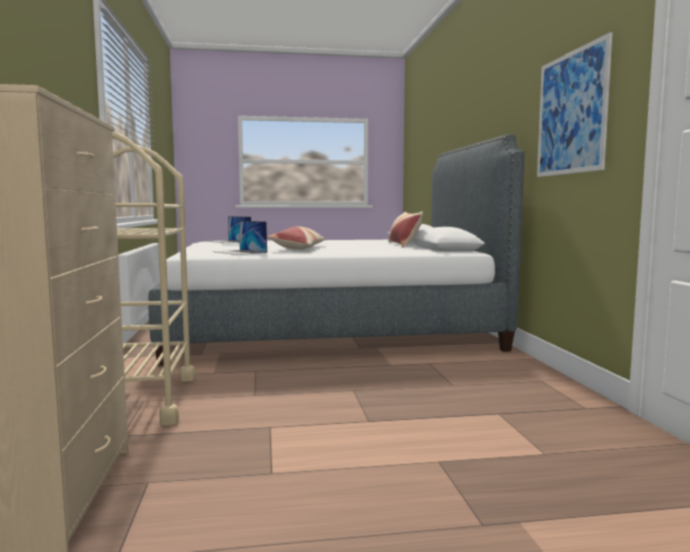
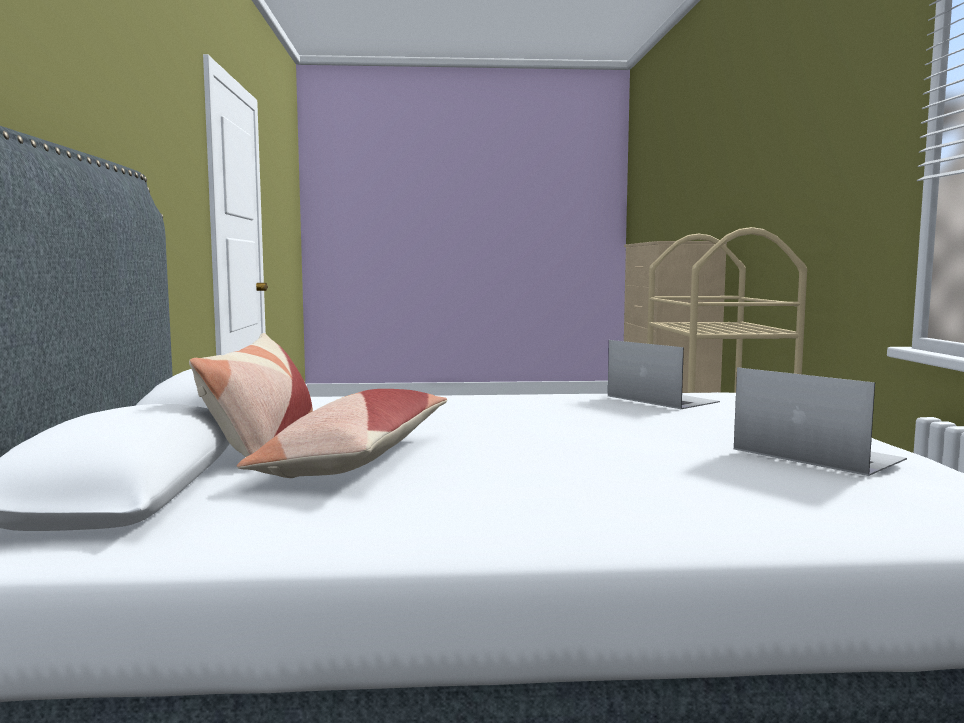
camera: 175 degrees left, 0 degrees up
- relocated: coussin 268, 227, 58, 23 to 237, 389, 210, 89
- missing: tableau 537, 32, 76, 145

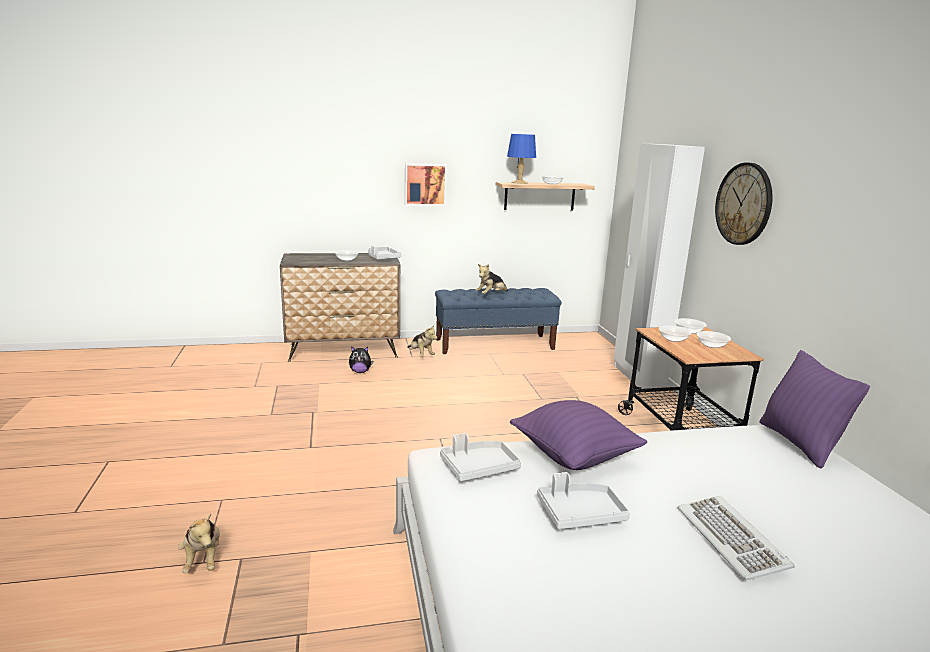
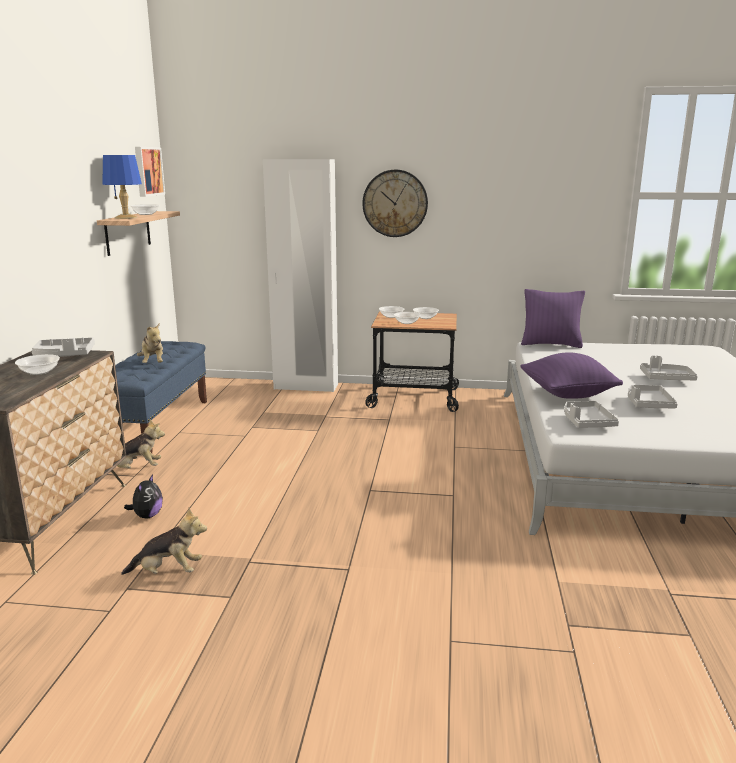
camera: 70 degrees left, 0 degrees up
- relocated: peluche 178, 513, 42, 60 to 121, 508, 86, 67
- relocated: tableau 405, 163, 42, 43 to 135, 147, 30, 50
- exchanged: clavier 678, 496, 116, 84 to plateau (gris) 640, 355, 58, 25

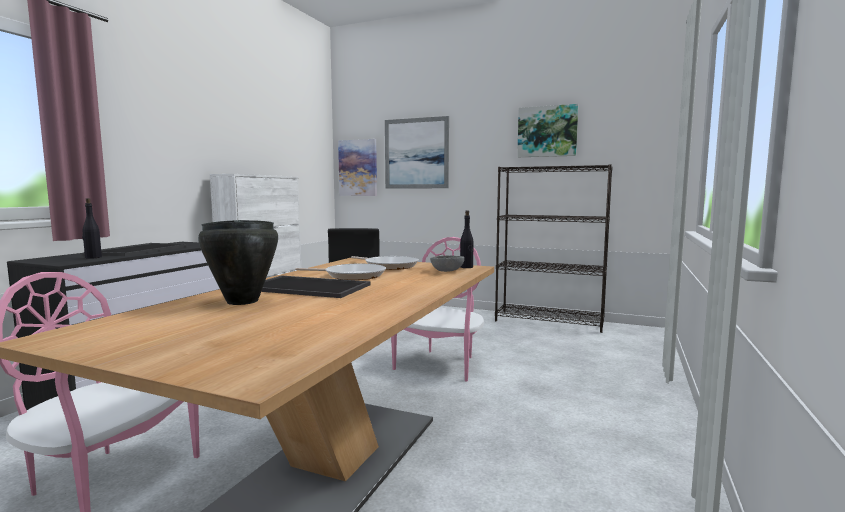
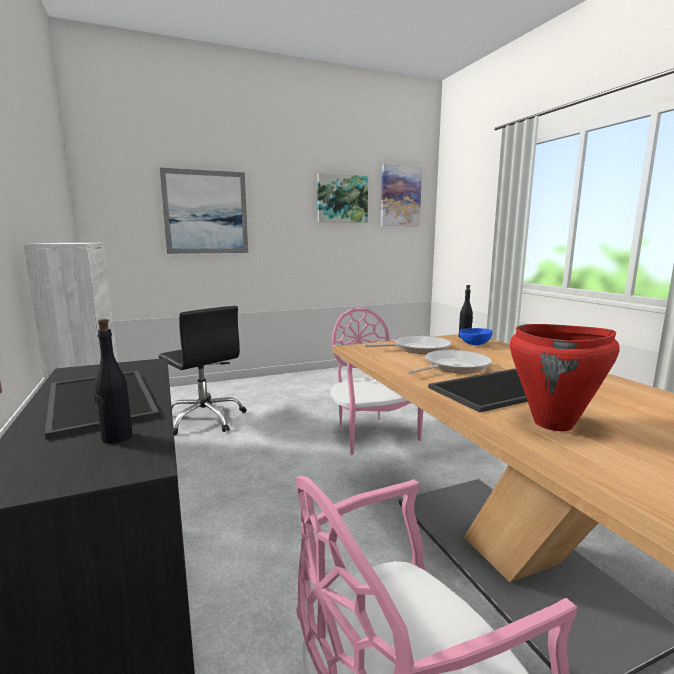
camera: 45 degrees left, 5 degrees up
- colour: marmite (noir) 198, 220, 80, 85 to marmite (rouge) 510, 324, 109, 107
- relocated: tableau 338, 139, 39, 57 to 381, 164, 41, 62
- colour: bol (gris) 430, 255, 35, 17 to bol (bleu) 459, 328, 34, 17
- missing: bibliothèque (noir) 495, 164, 117, 169

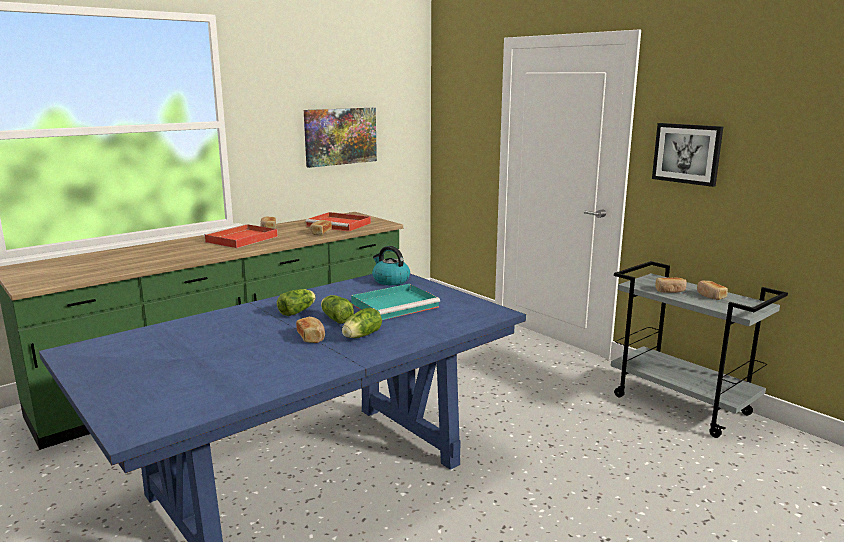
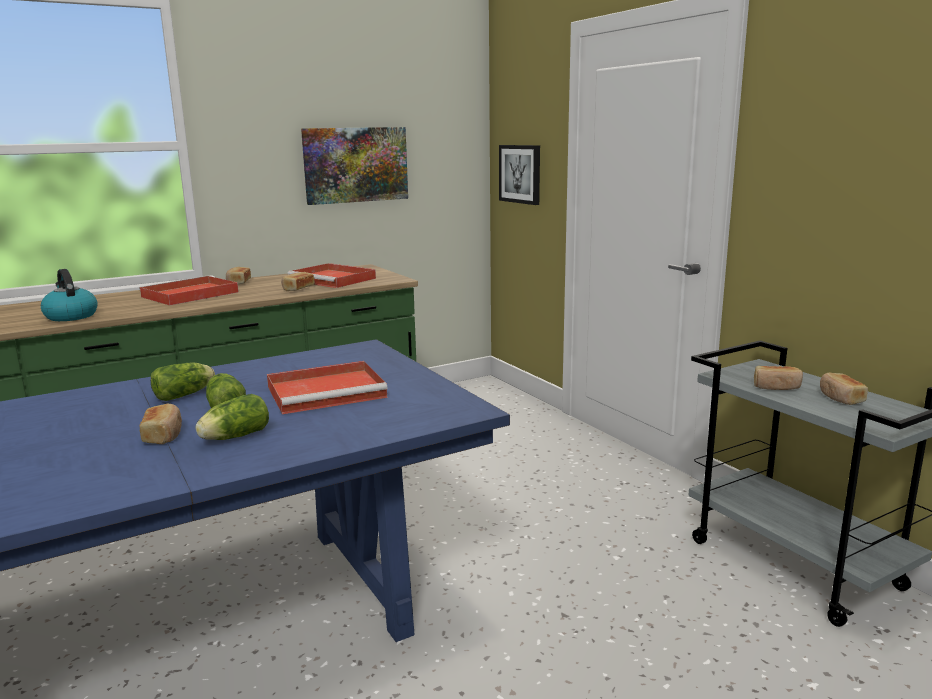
camera: 10 degrees right, 0 degrees up
- colour: plateau (turquoise) 351, 284, 89, 36 to plateau (rouge) 267, 361, 121, 53
- relocated: bouilloire 372, 246, 38, 39 to 41, 269, 57, 52
- relocated: tableau 652, 123, 71, 64 to 499, 145, 41, 60

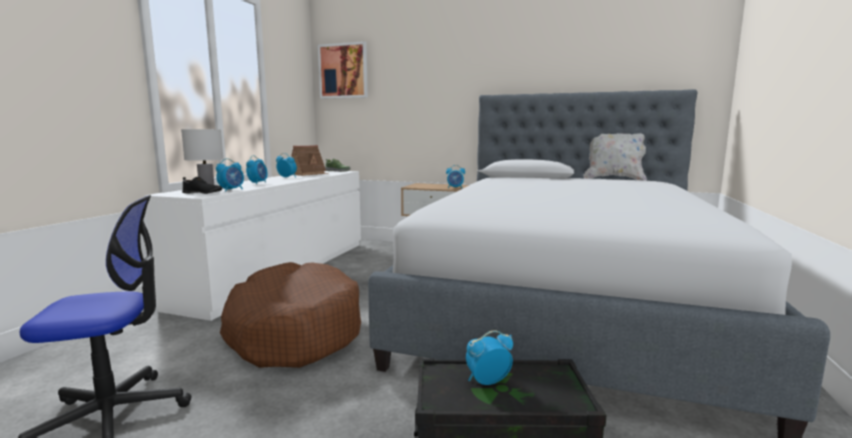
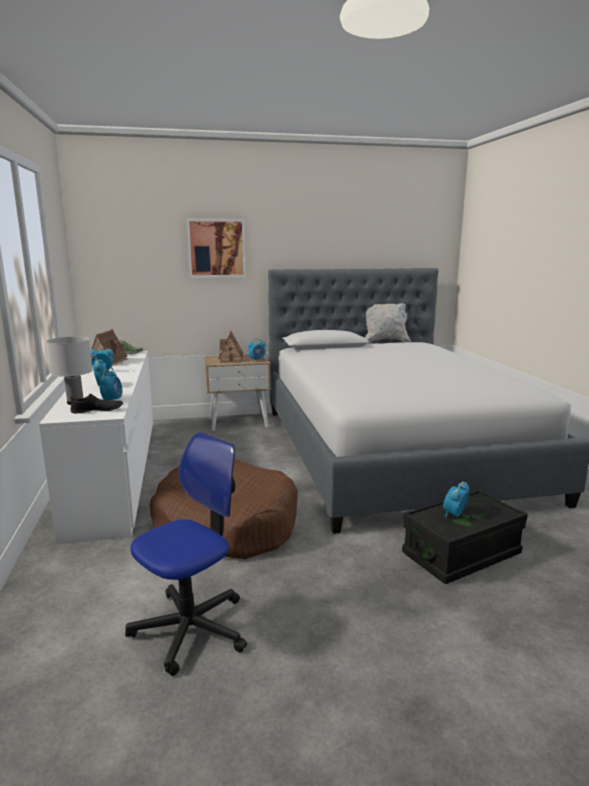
camera: 30 degrees left, 5 degrees up
- relocated: tableau 318, 41, 50, 58 to 187, 219, 59, 59
- appeared: maison miniature 218, 330, 25, 33

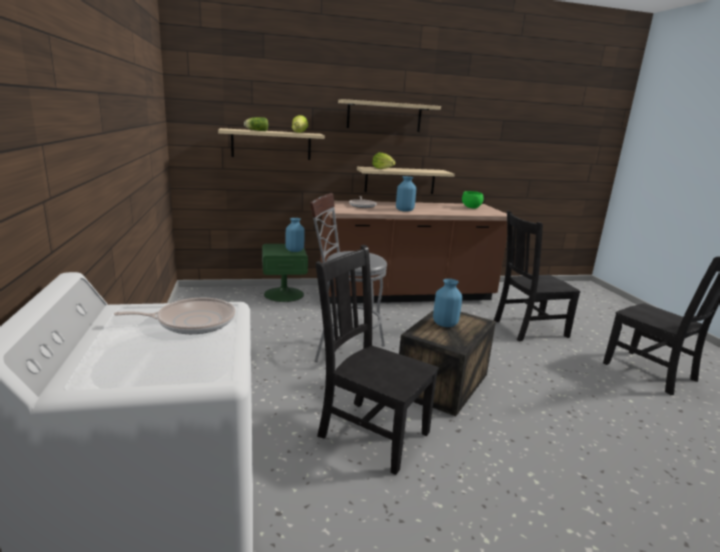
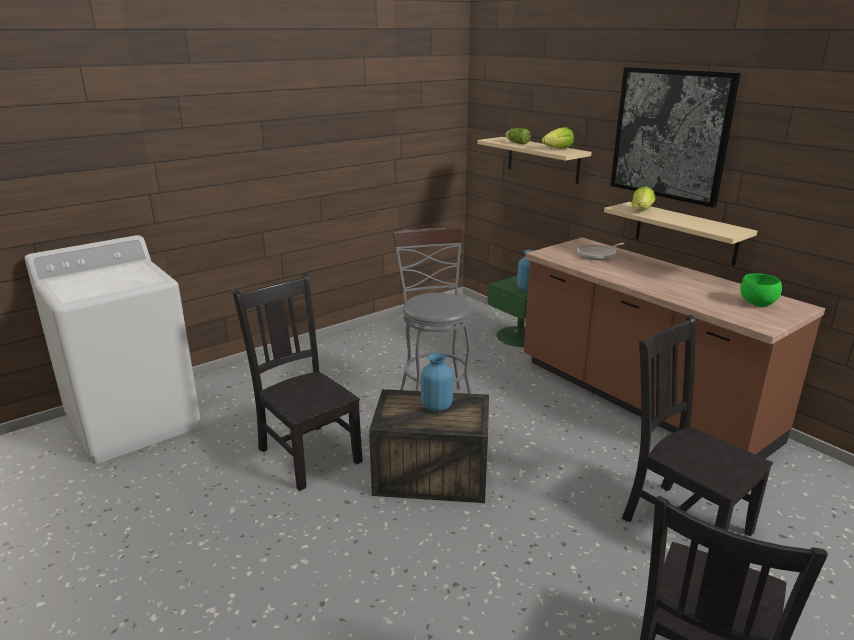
camera: 65 degrees right, 5 degrees up
- missing: poêle 114, 298, 122, 36
- spun: chaise (noir) 315, 245, 124, 230 = 233, 273, 130, 218 45 degrees counterclockwise
- exchanged: étagère (beige) 338, 99, 103, 33 to tableau 610, 67, 131, 141
- missing: vase (bleu) 396, 176, 20, 36

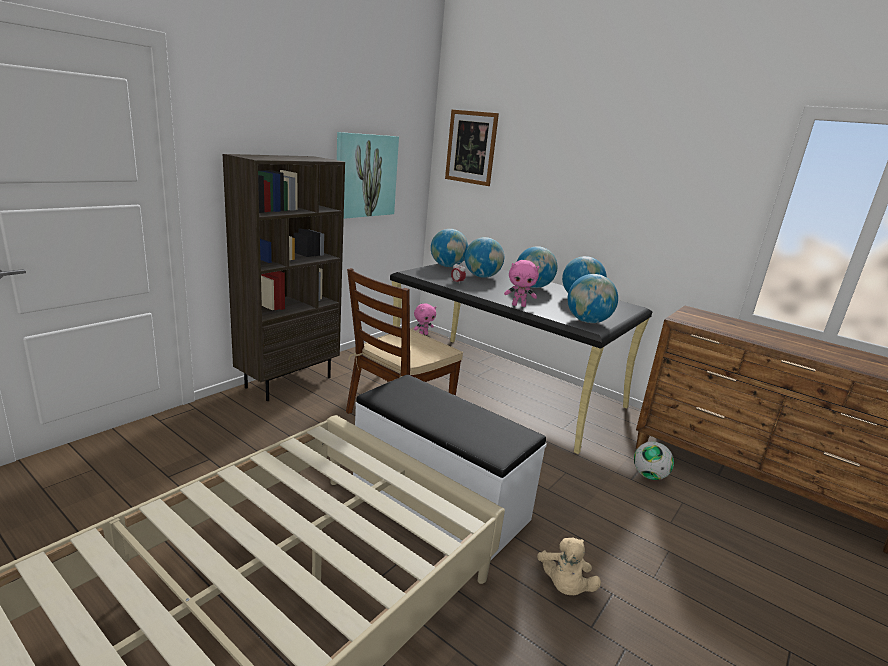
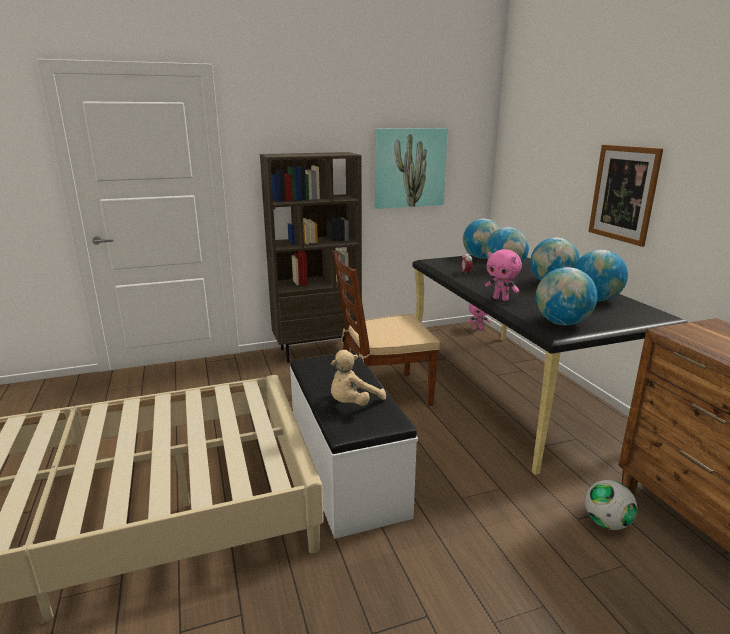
camera: 35 degrees right, 0 degrees up
- relocated: tableau 445, 110, 54, 76 to 588, 145, 75, 102
- relocated: peluche (beige) 537, 537, 64, 58 to 331, 350, 55, 56

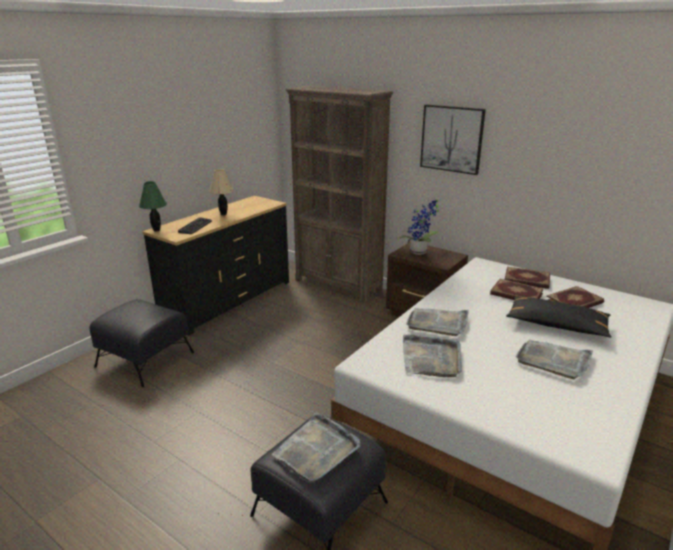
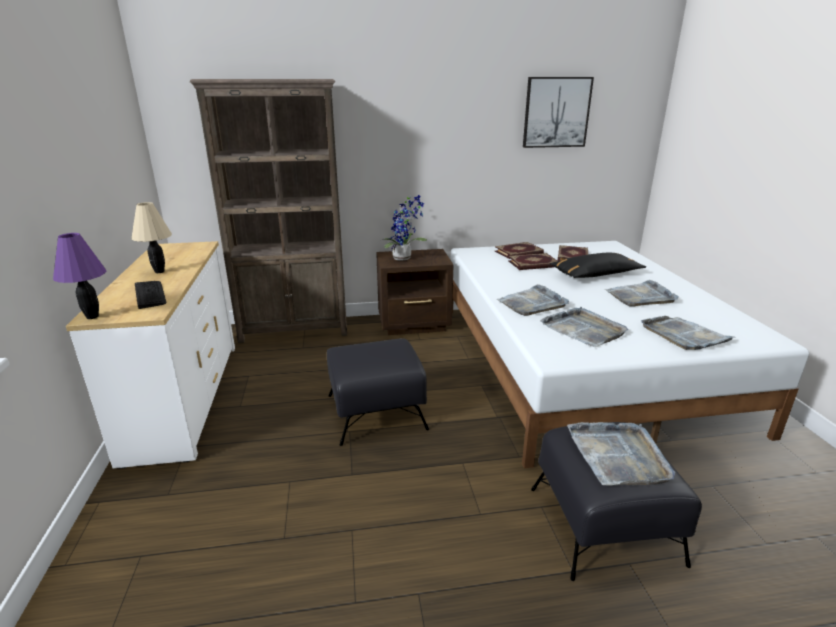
camera: 45 degrees left, 0 degrees up
- relocated: pouf (noir) 90, 299, 104, 88 to 327, 338, 102, 108
- colour: lampe de table (vert) 139, 181, 28, 51 to lampe de table (violet) 53, 233, 53, 86
- colour: commode (noir) 142, 196, 147, 139 to commode (blanc) 66, 241, 169, 228
- relocated: tableau 420, 104, 66, 71 to 523, 77, 71, 71
- appeared: plateau (gris) 641, 316, 94, 34

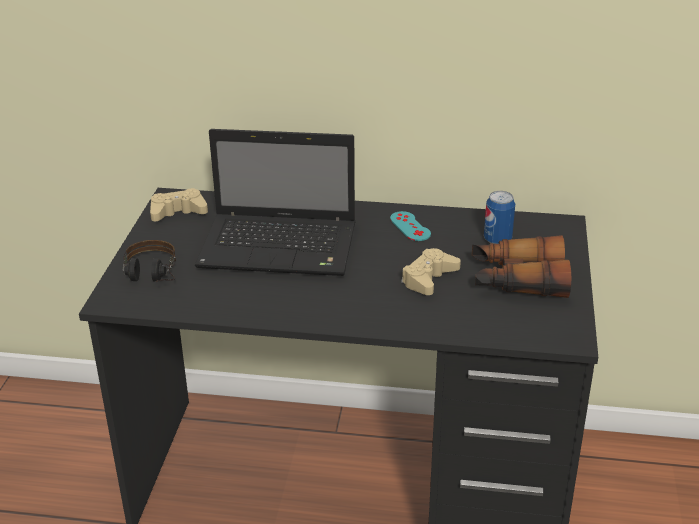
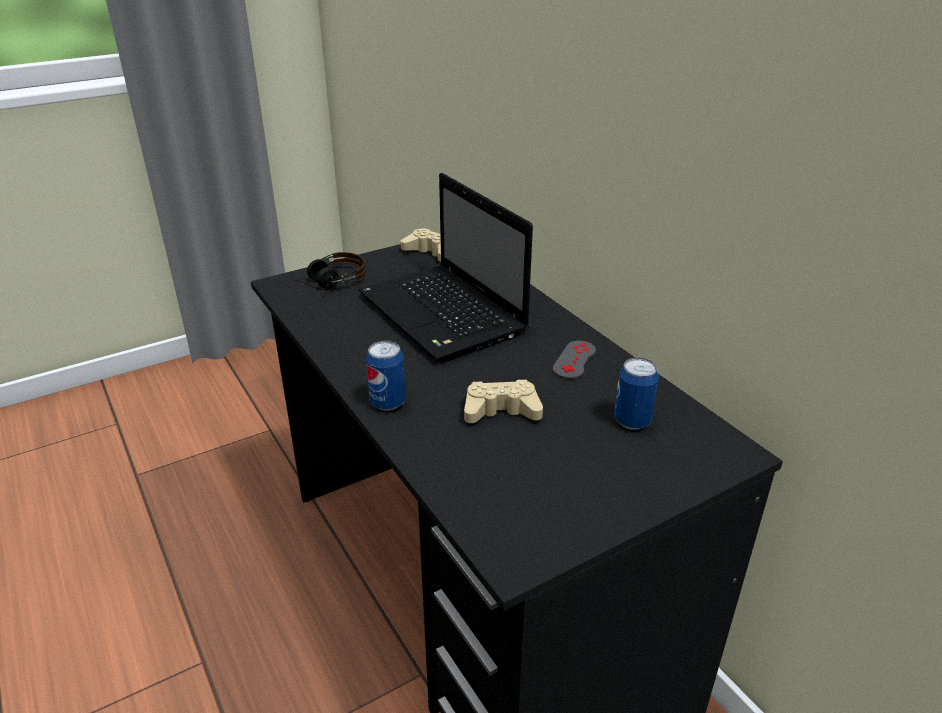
camera: 50 degrees right, 0 degrees up
- colour: manette (turquoise) 390, 211, 41, 30 to manette (gris) 553, 341, 43, 38
- missing: jumelles 472, 235, 99, 63
- appeared: boîte métallique 366, 340, 40, 71

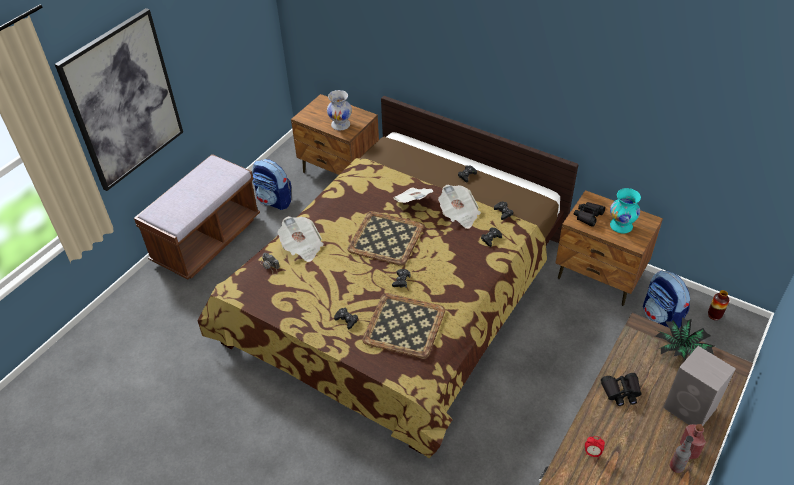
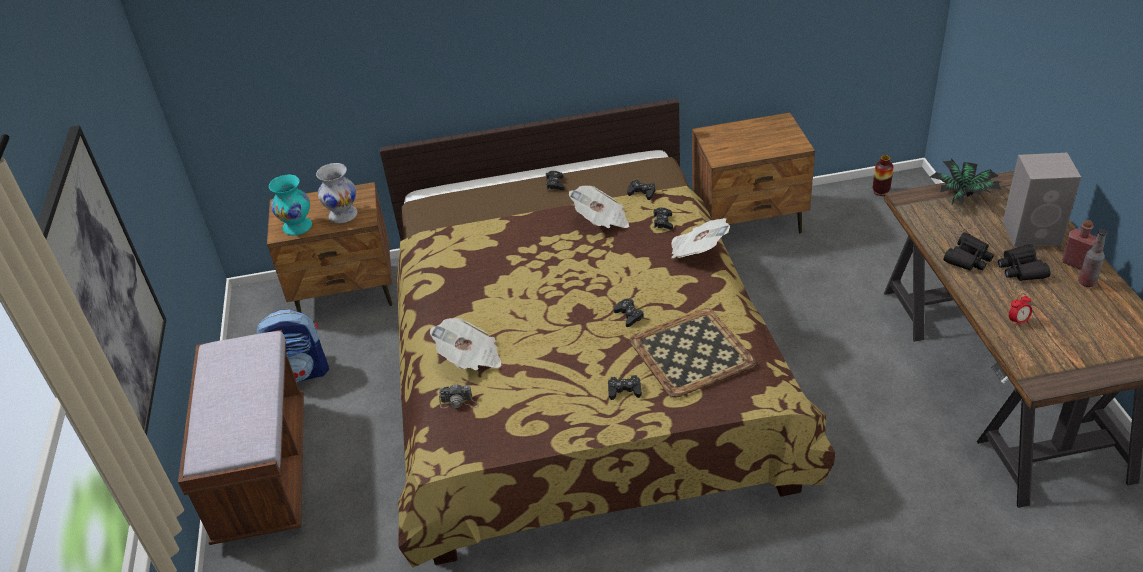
camera: 40 degrees left, 5 degrees down
- missing: plateau 347, 211, 77, 55
- relocated: journal 394, 188, 40, 15 to 672, 218, 58, 40
- relocated: jumelles (noir) 574, 202, 31, 25 to 998, 244, 52, 37
- relocated: vase (turquoise) 610, 188, 31, 45 to 269, 175, 43, 60
- missing: sac à dos 643, 270, 47, 58

